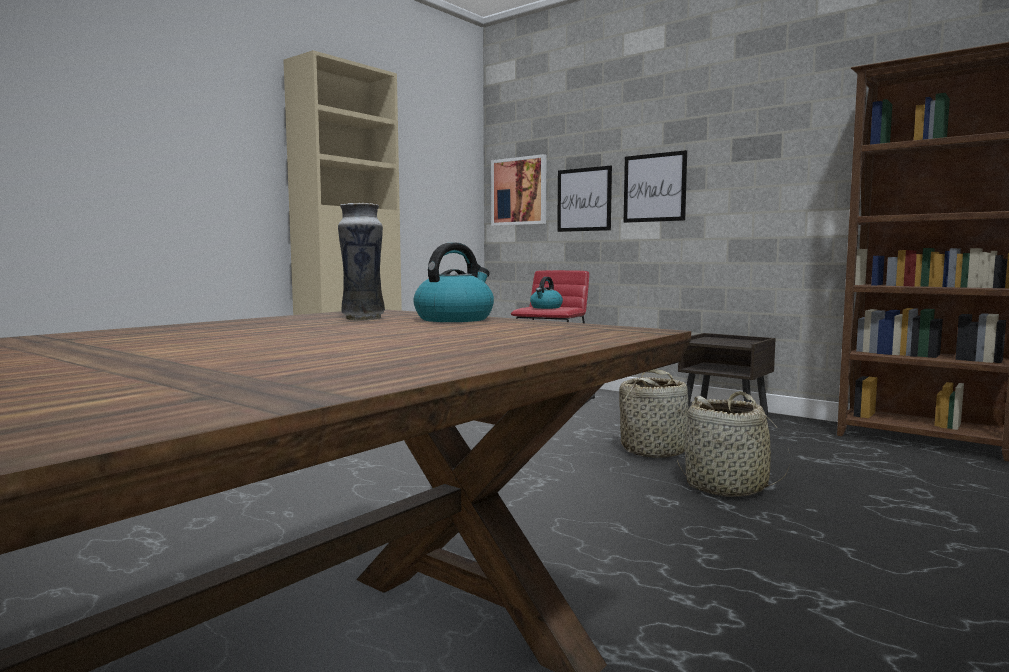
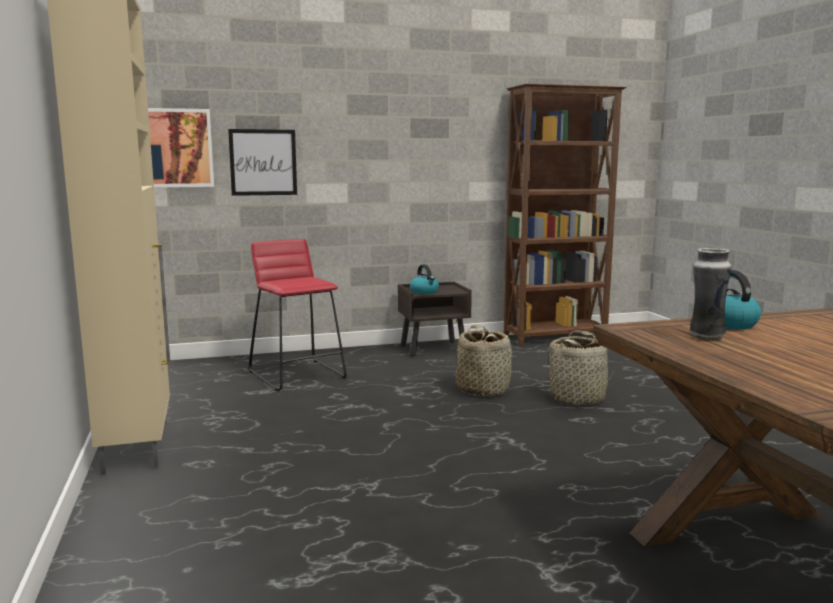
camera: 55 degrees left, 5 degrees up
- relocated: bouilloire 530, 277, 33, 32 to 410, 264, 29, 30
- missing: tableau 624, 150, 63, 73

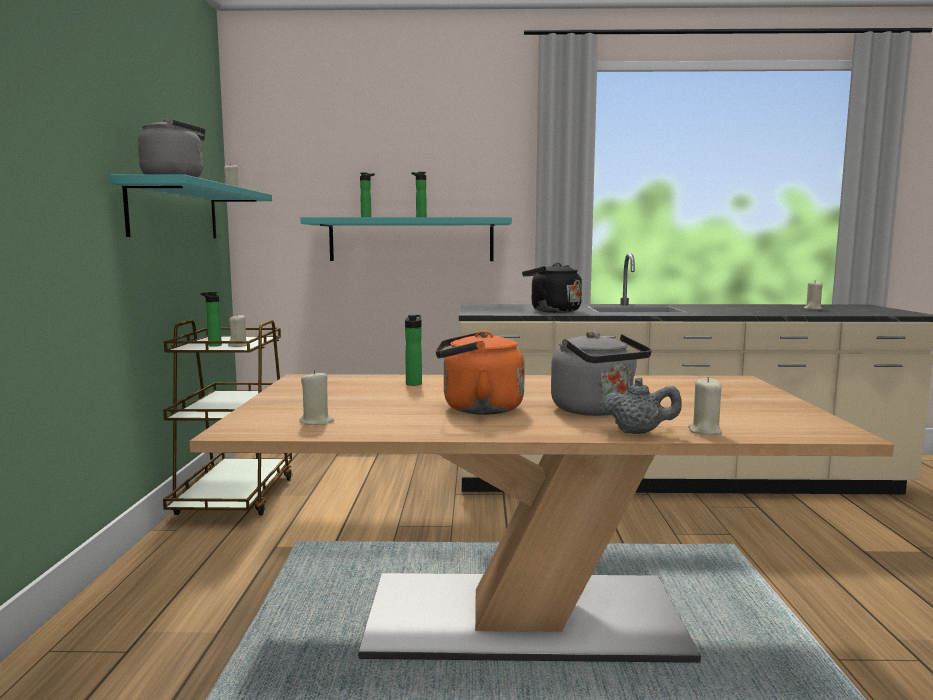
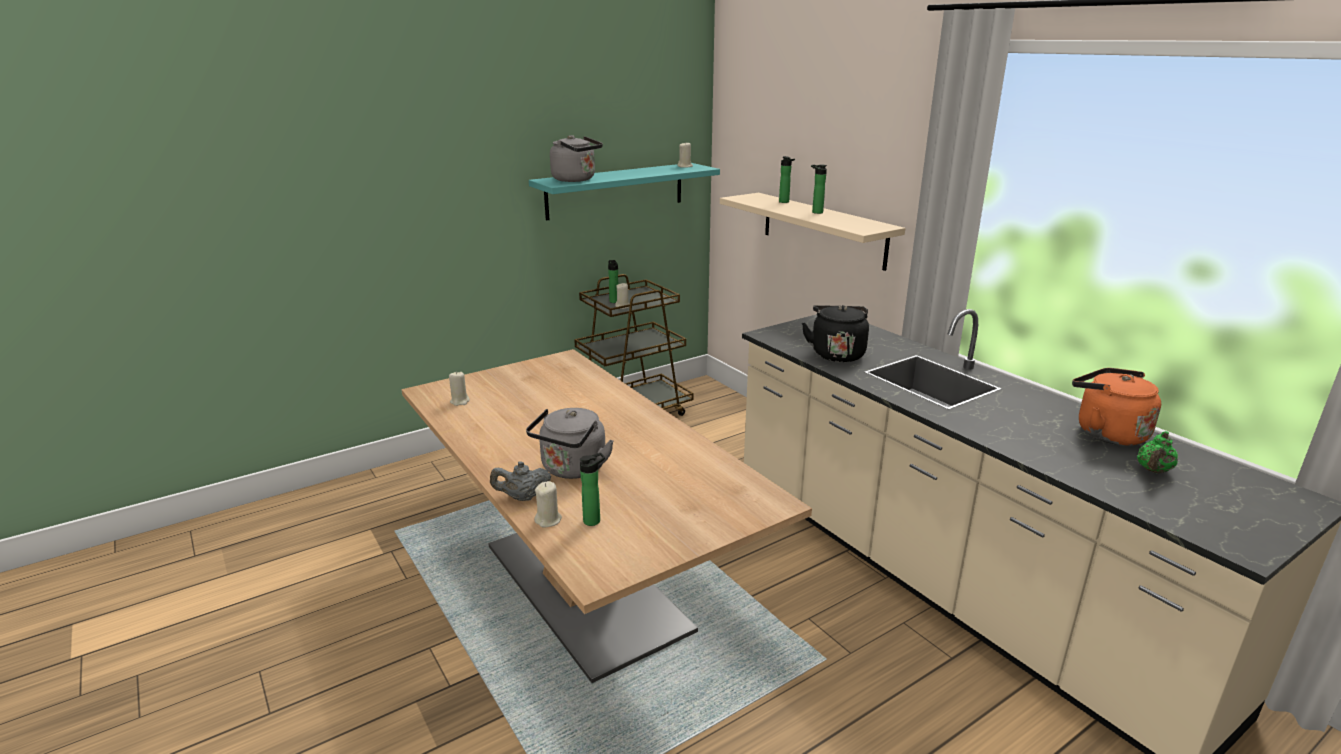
camera: 55 degrees right, 15 degrees up
- colour: étagère (turquoise) 300, 217, 212, 44 to étagère (beige) 720, 193, 185, 78
- relocated: bouteille 405, 315, 17, 71 to 580, 453, 25, 73
- relocated: bouilloire (orange) 436, 331, 89, 84 to 1072, 368, 89, 78
- spun: théière (gris) 599, 377, 83, 57 = 490, 461, 61, 40 105 degrees clockwise
- exchanged: bougie (beige) 804, 281, 18, 29 to théière (vert) 1137, 431, 41, 43

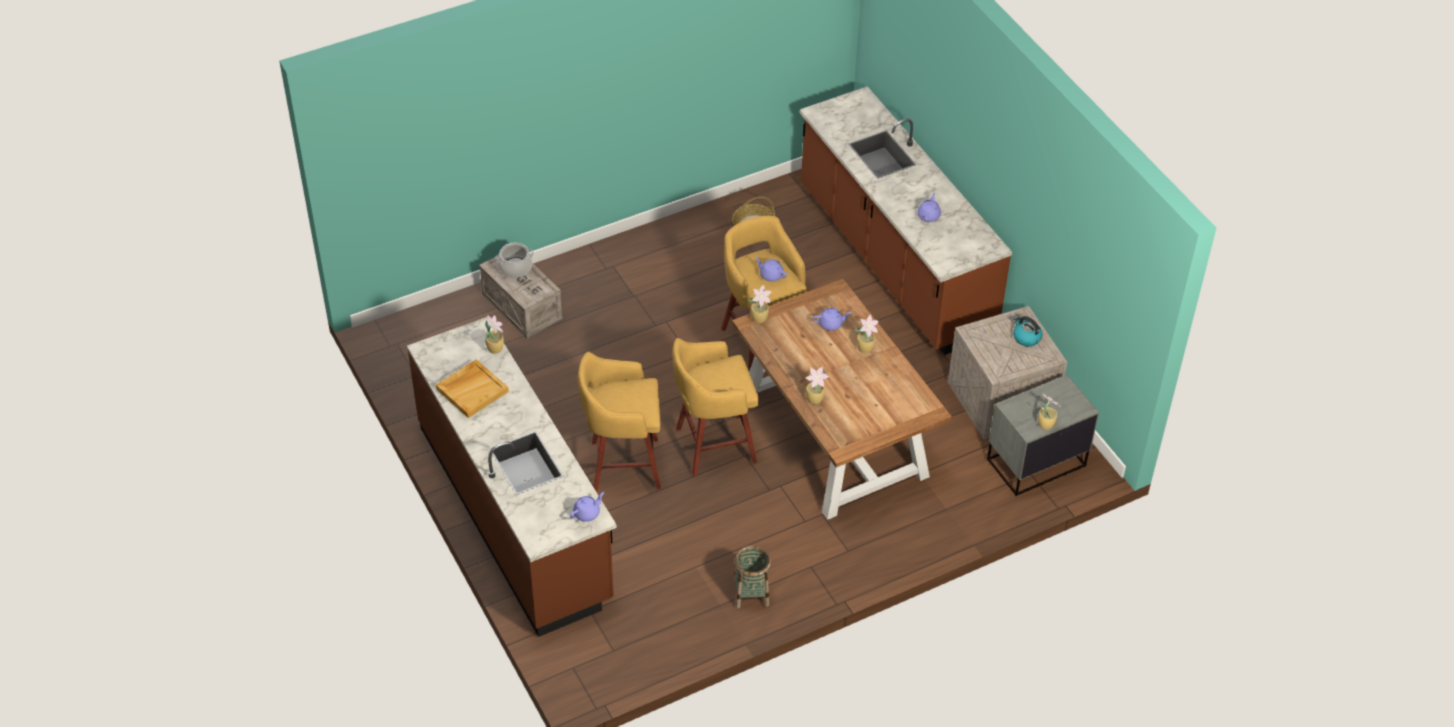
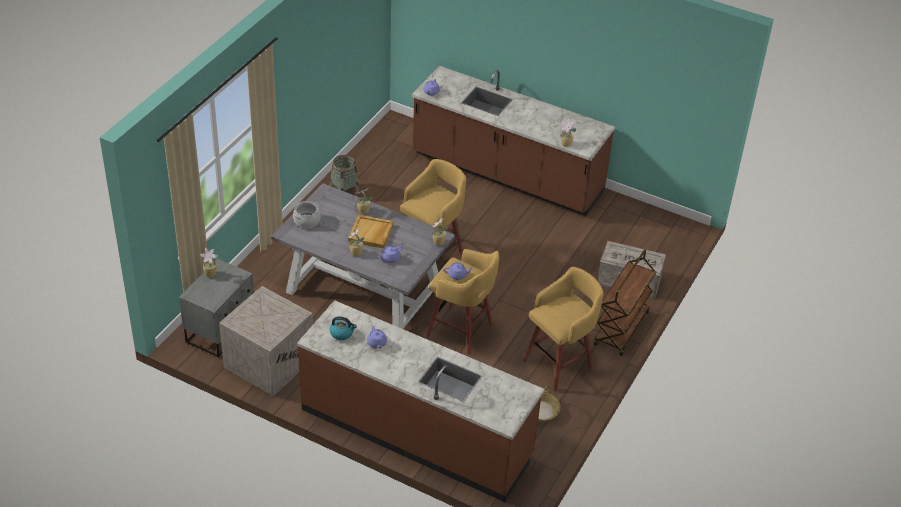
camera: 145 degrees right, 5 degrees down
- relocated: plateau (beige) 436, 359, 73, 59 to 348, 214, 46, 35
- relocated: marmite 495, 243, 39, 35 to 293, 201, 28, 27
- relocated: tabouret (jaune) 577, 352, 84, 140 to 523, 267, 81, 124
- colour: table à manger (marron) 732, 279, 220, 241 to table à manger (gris) 271, 183, 184, 146
- relocated: bouilloire 1013, 316, 29, 31 to 330, 316, 27, 24
- appeared: chariot (marron) 593, 249, 63, 107

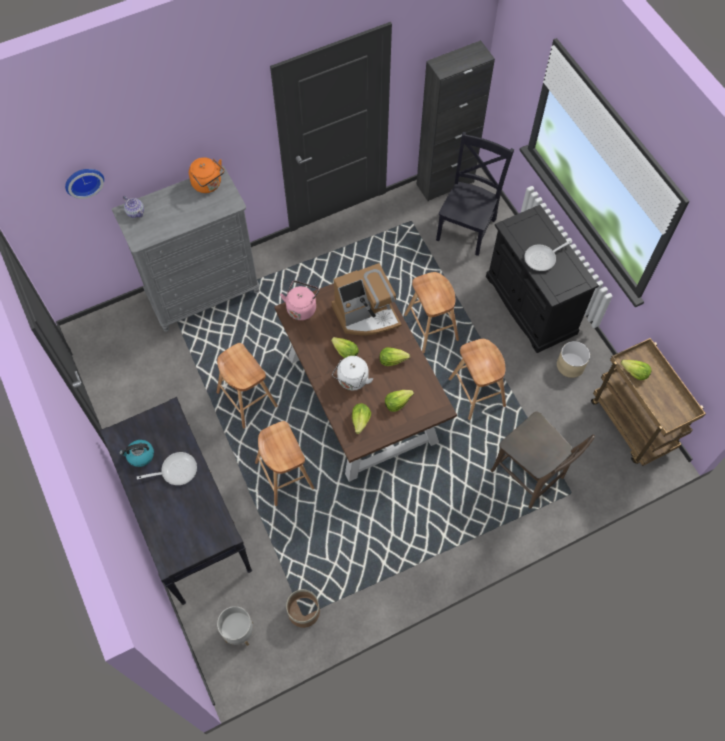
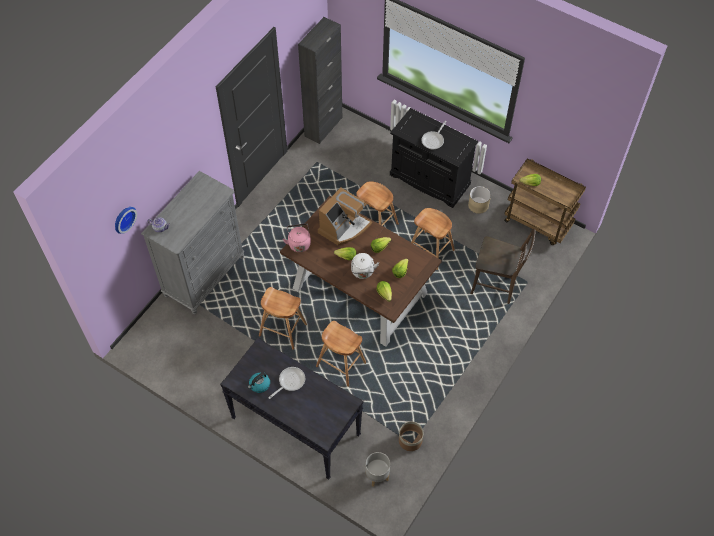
camera: 30 degrees left, 5 degrees down
- missing: bouilloire (orange) 189, 157, 35, 36
- missing: chaise (noir) 436, 132, 78, 124

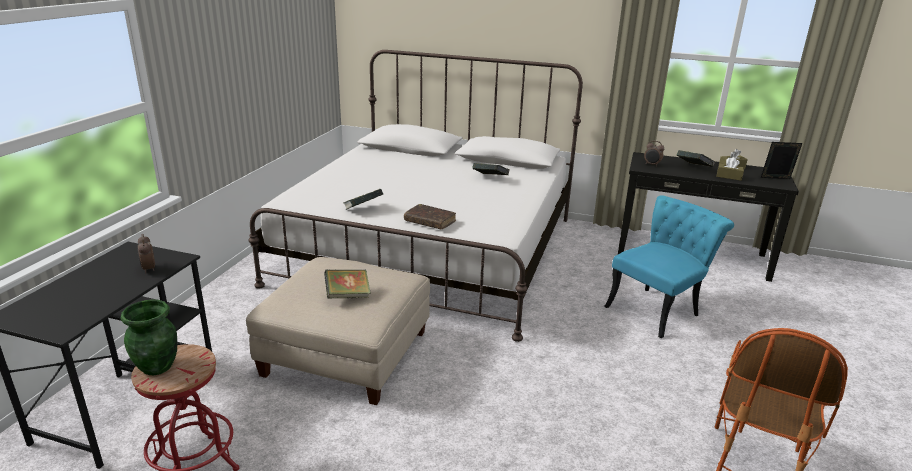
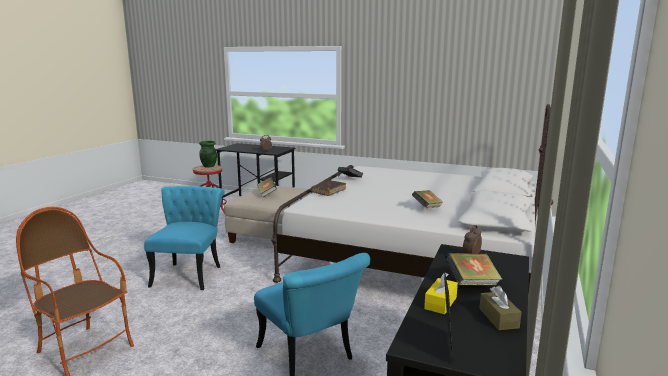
camera: 95 degrees right, 10 degrees down
- colour: boîte à mouchoirs (marron) 716, 157, 29, 24 to boîte à mouchoirs (jaune) 424, 272, 34, 42
- appeared: chaise (turquoise) 144, 186, 81, 104

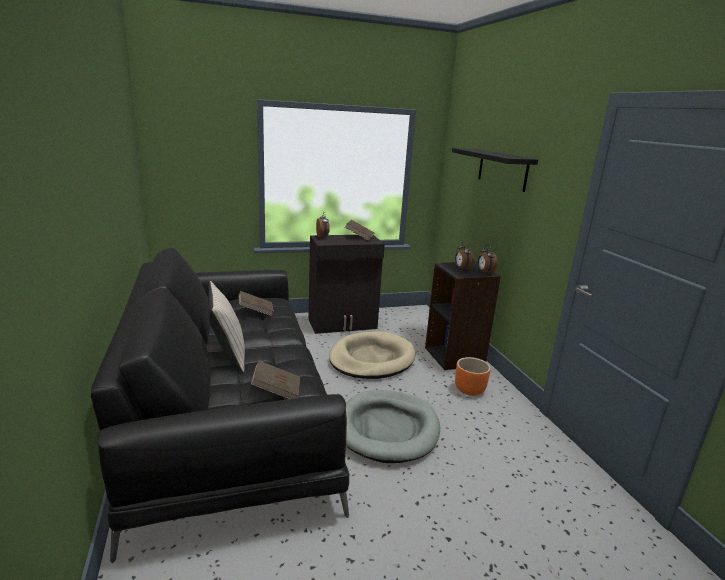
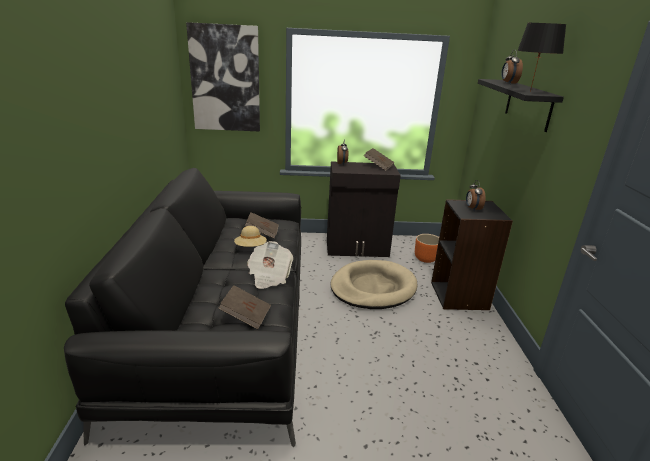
camera: 15 degrees right, 5 degrees up
- missing: coussin (beige) 208, 281, 37, 92
- missing: panier pour chien (gris) 346, 390, 94, 73
- relocated: cache-pot (orange) 455, 357, 36, 39 to 415, 234, 24, 29
- relocated: réveil 478, 244, 20, 31 to 501, 50, 22, 34
- appeared: tableau 186, 22, 74, 109
- appeared: chapeau (beige) 234, 226, 33, 21
- appeared: journal 247, 241, 46, 48
- appeared: lampe de table (noir) 517, 23, 49, 69

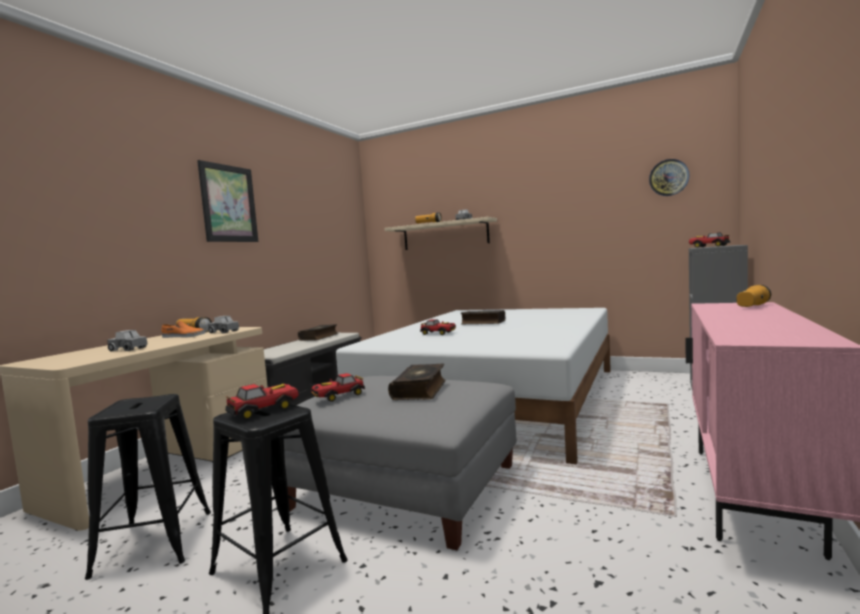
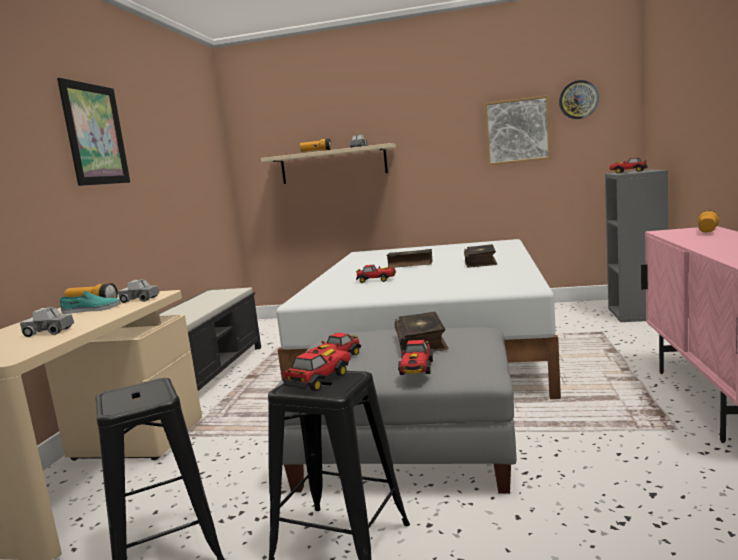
camera: 15 degrees left, 5 degrees up
- colour: chaussure (orange) 161, 321, 44, 17 to chaussure (turquoise) 60, 290, 61, 24
- relocated: livre 298, 324, 40, 17 to 464, 244, 33, 24
- appeared: petite voiture 398, 340, 36, 35
- appeared: tableau 484, 95, 67, 70

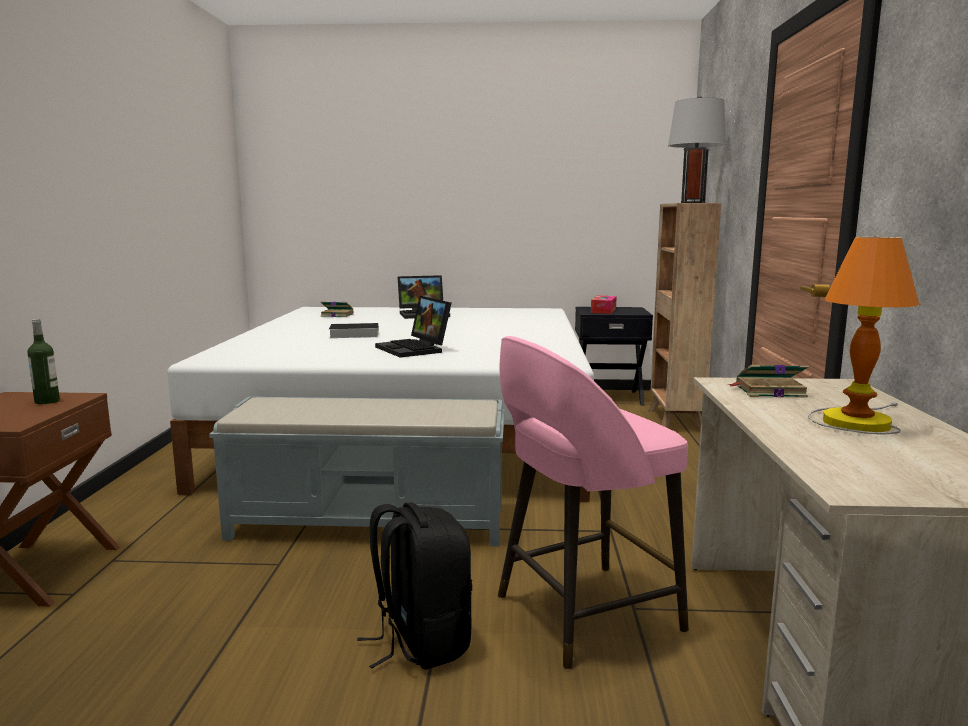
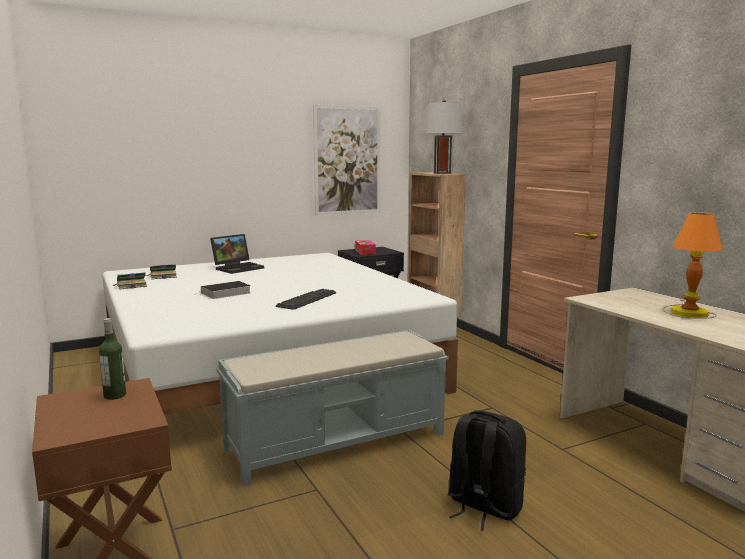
camera: 30 degrees left, 0 degrees up
- exchanged: ordinateur portable 375, 296, 76, 62 to clavier 276, 289, 60, 21
- missing: tabouret (rose) 498, 336, 191, 334
- relocated: livre 728, 365, 81, 33 to 113, 272, 34, 18
- appeared: tableau 313, 105, 67, 110

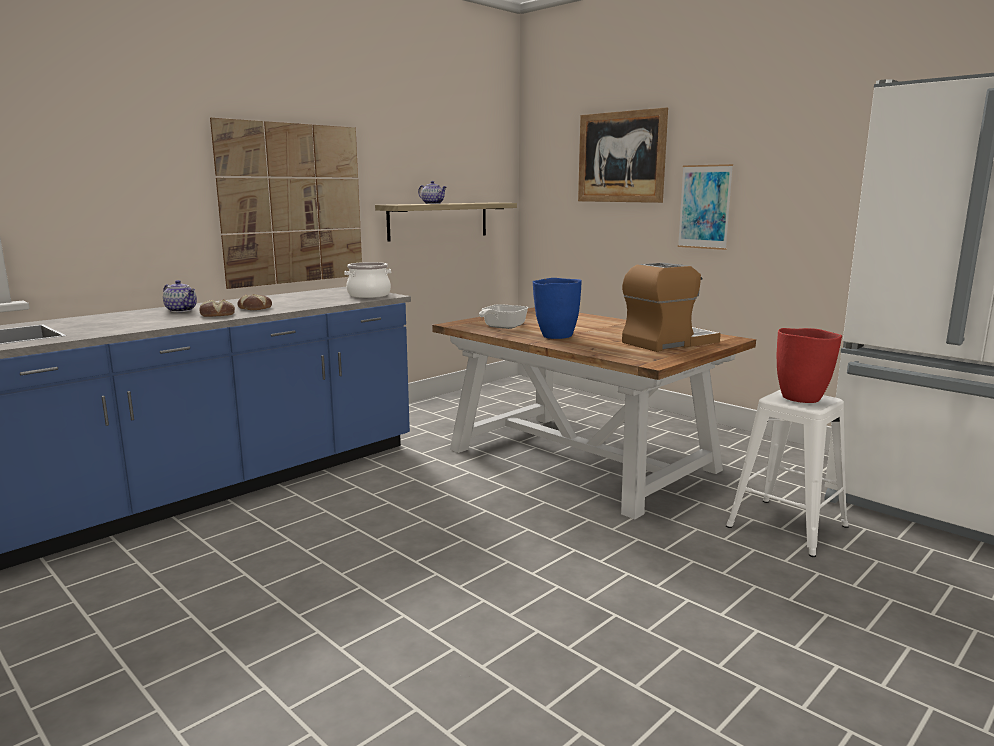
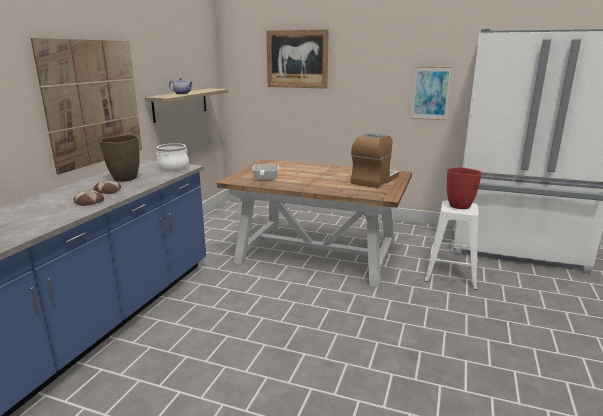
camera: 25 degrees left, 5 degrees up
- missing: théière 163, 280, 34, 32
- missing: vase (bleu) 533, 278, 49, 61
- relocated: tableau 678, 164, 55, 86 to 412, 67, 39, 53
- appeared: vase (marron) 99, 135, 41, 47

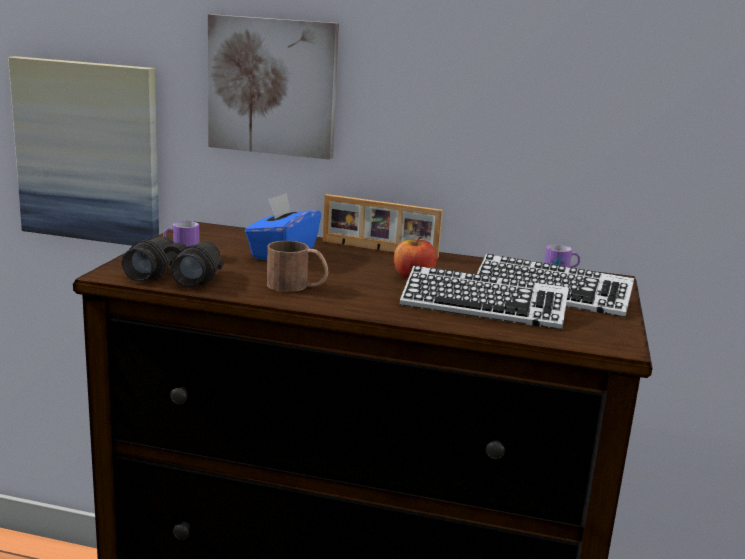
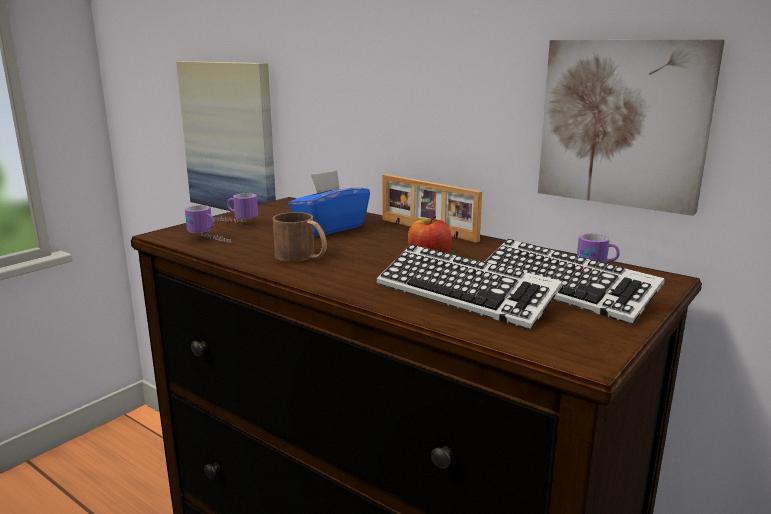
camera: 25 degrees right, 0 degrees up
- exchanged: jumelles (noir) 122, 237, 102, 50 to mug 185, 205, 46, 38
- relocated: tableau 208, 14, 131, 146 to 538, 39, 187, 177

